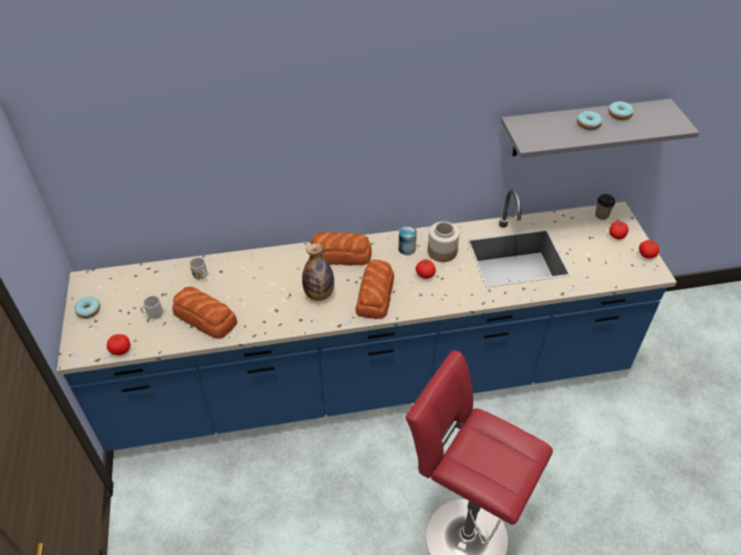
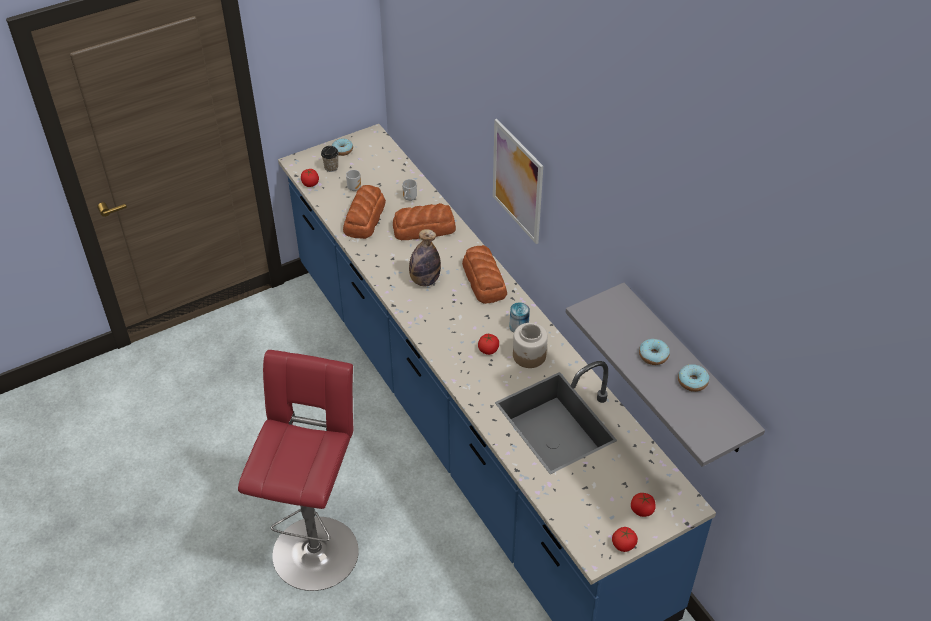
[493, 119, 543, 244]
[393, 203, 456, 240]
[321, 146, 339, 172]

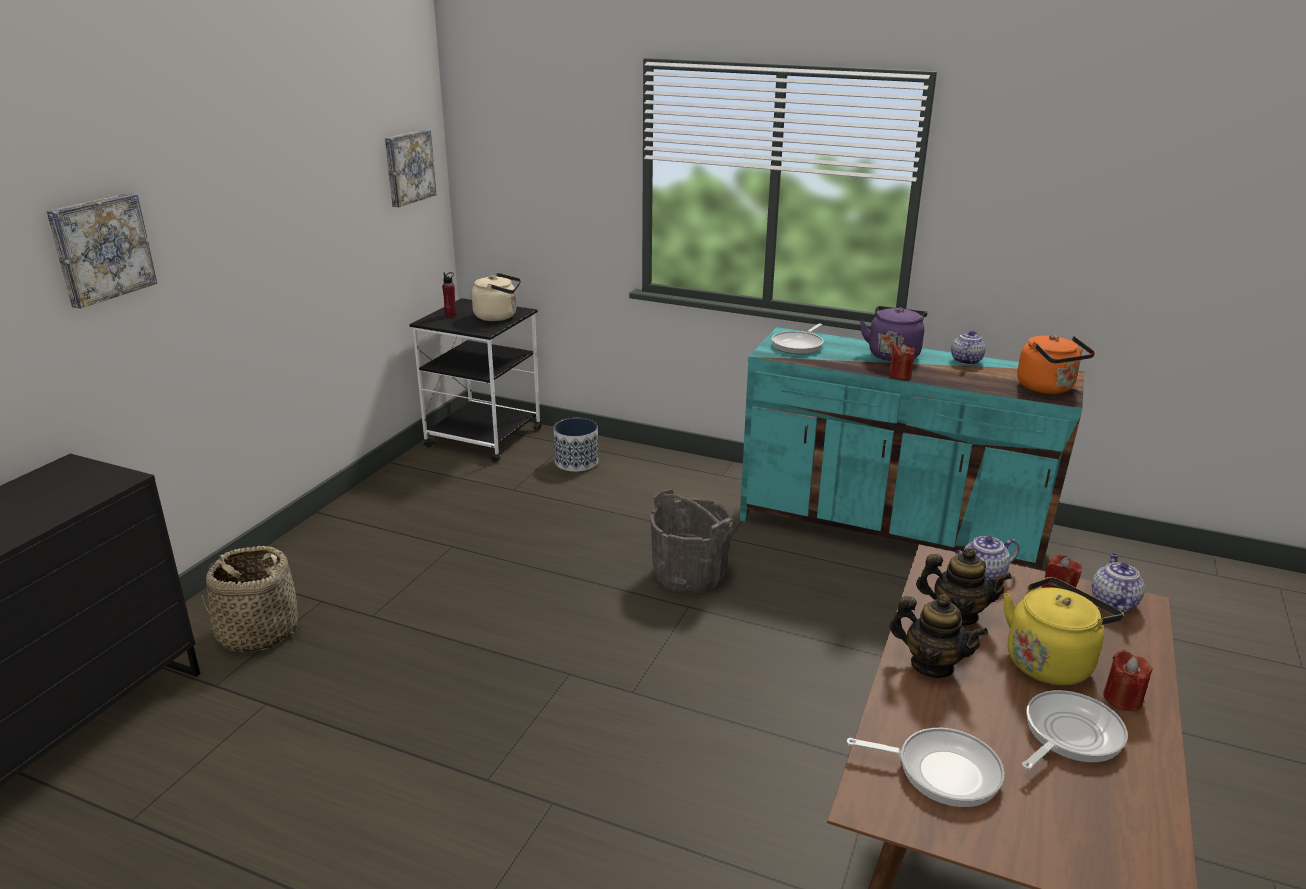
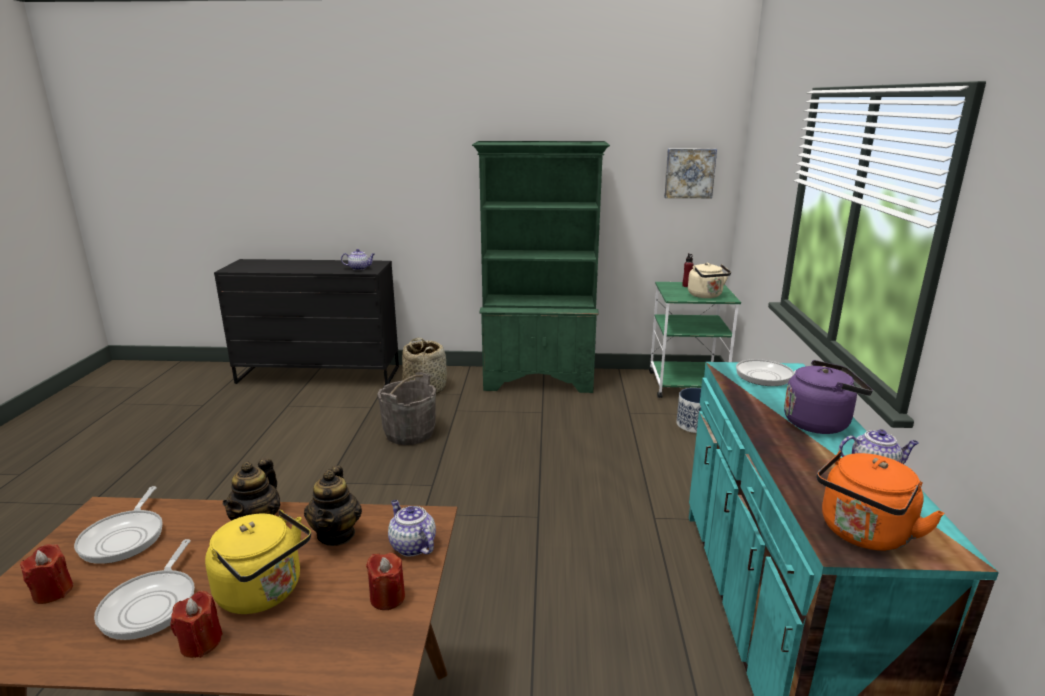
[46, 193, 157, 309] (first image)
[472, 141, 610, 393]
[377, 372, 436, 445]
[20, 544, 73, 604]
[341, 249, 375, 270]
[649, 282, 741, 398]
[94, 539, 195, 640]

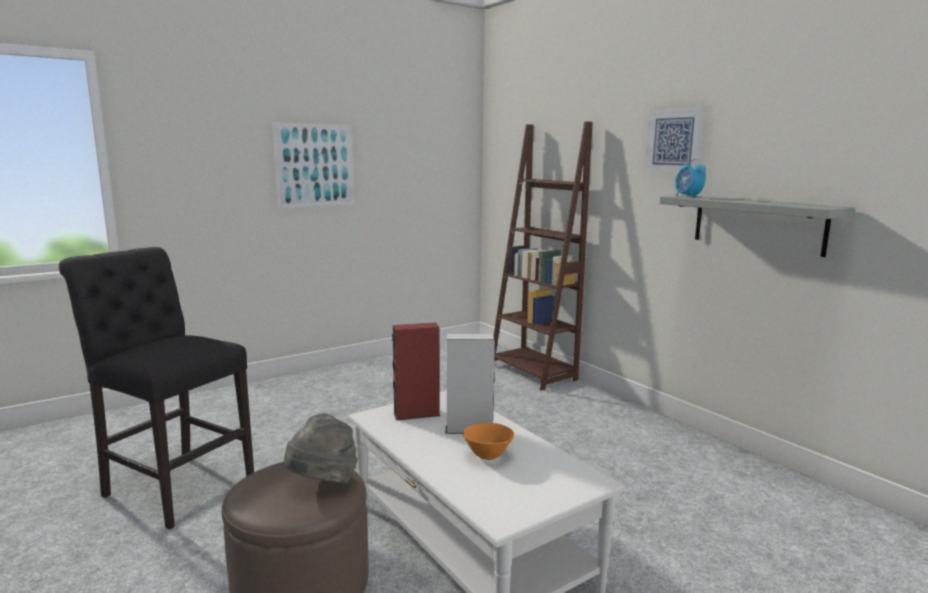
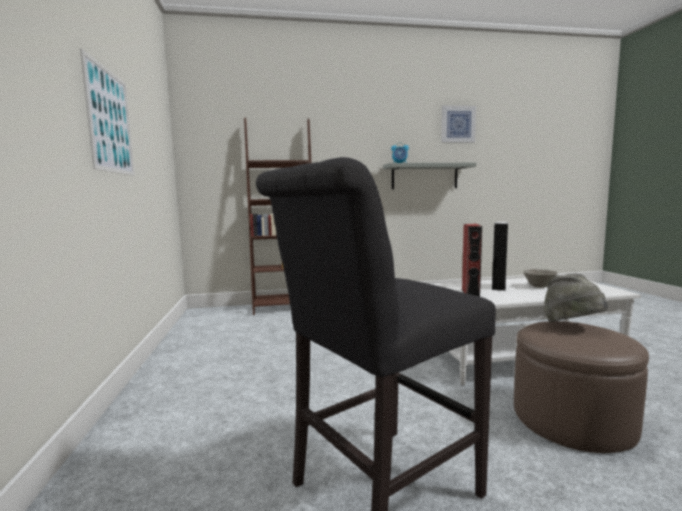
[441, 105, 476, 142]
[523, 269, 558, 288]

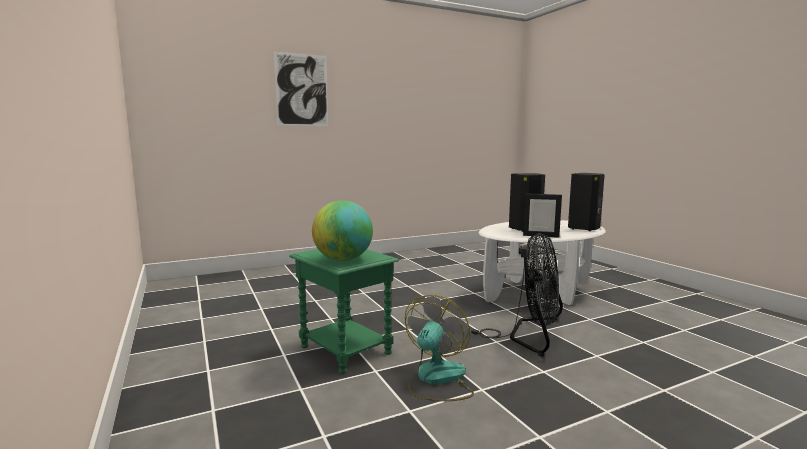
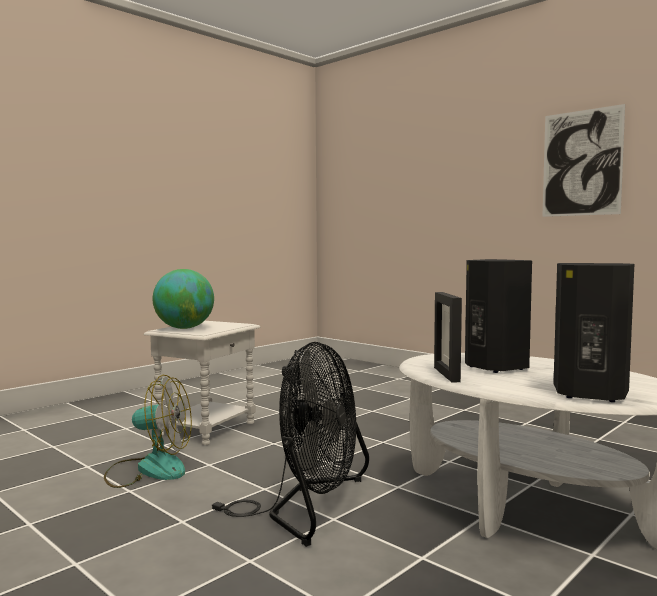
[542, 104, 625, 217]
[143, 321, 260, 445]
[212, 342, 369, 547]

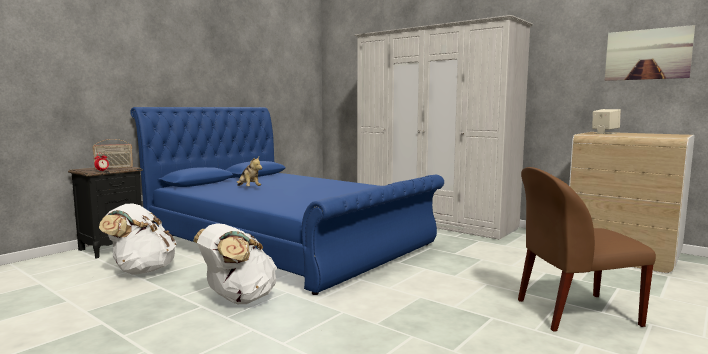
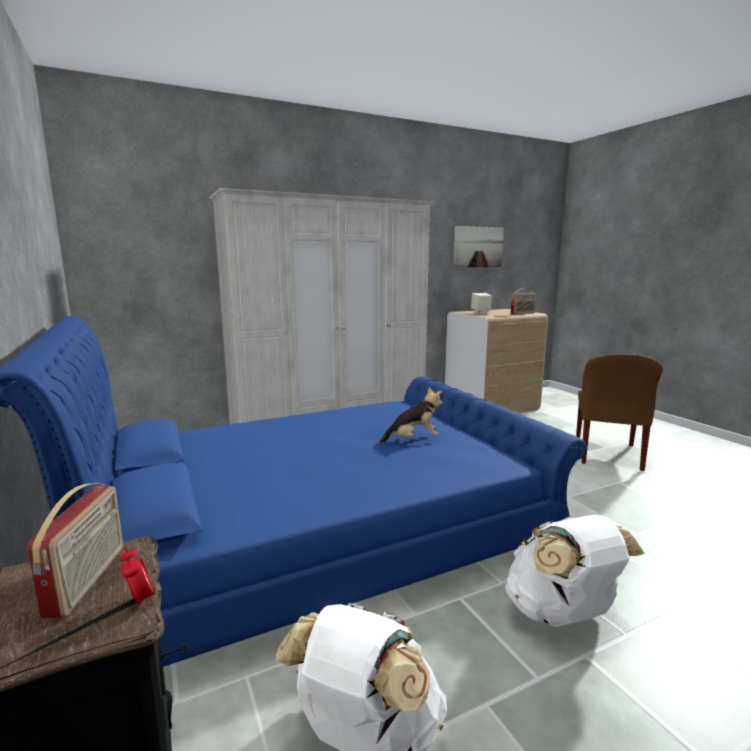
[511, 288, 537, 315]
[379, 387, 442, 443]

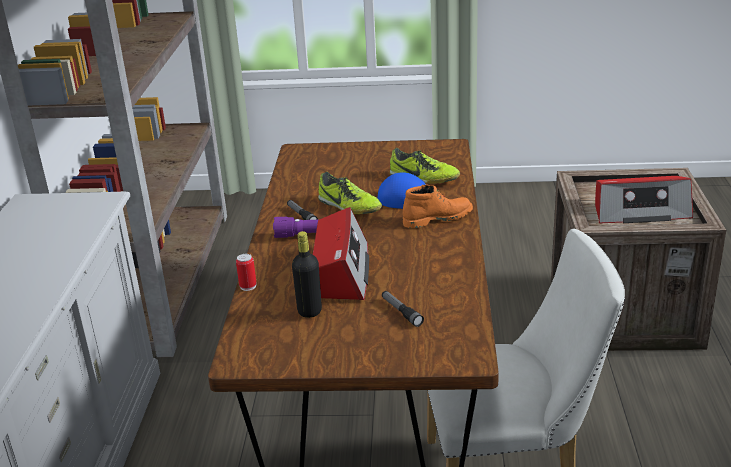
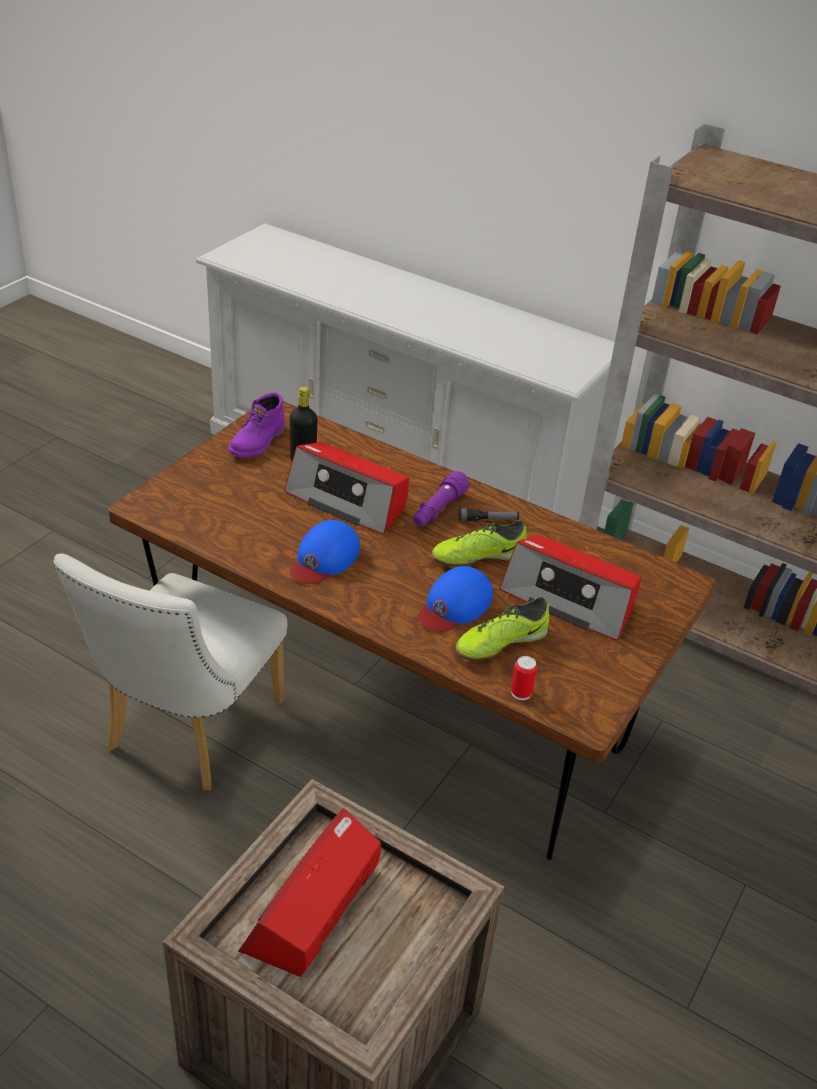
[382, 291, 424, 327] (first image)
[403, 184, 473, 228] (first image)
[228, 393, 285, 458]
[290, 520, 360, 584]
[500, 534, 642, 641]
[511, 656, 537, 700]

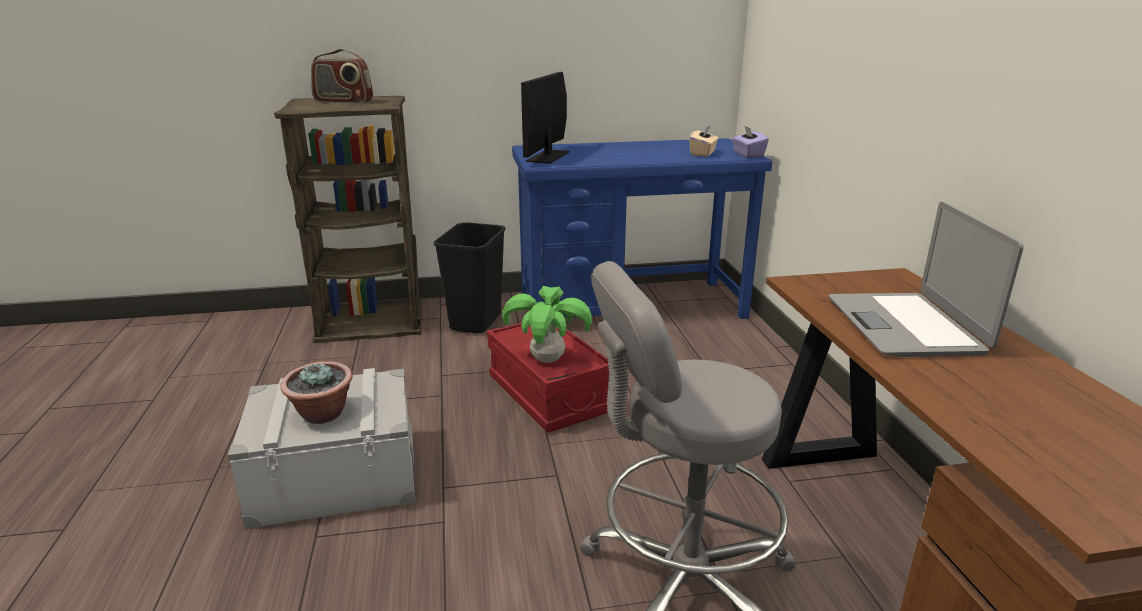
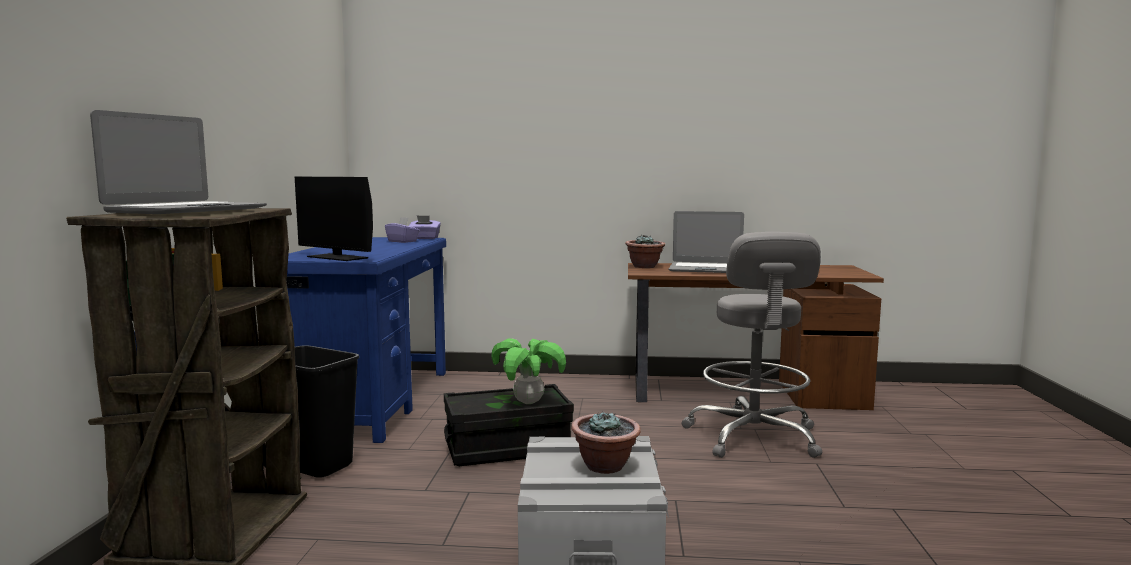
[625, 235, 665, 268]
[90, 110, 267, 214]
[444, 384, 574, 466]
[385, 217, 420, 243]

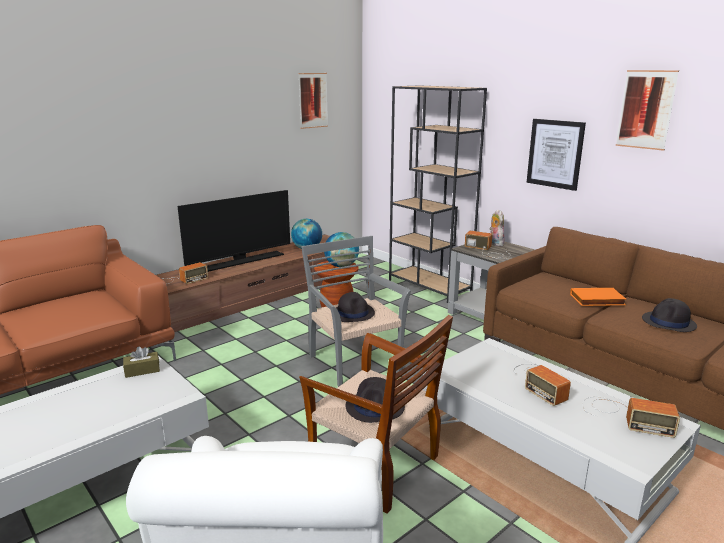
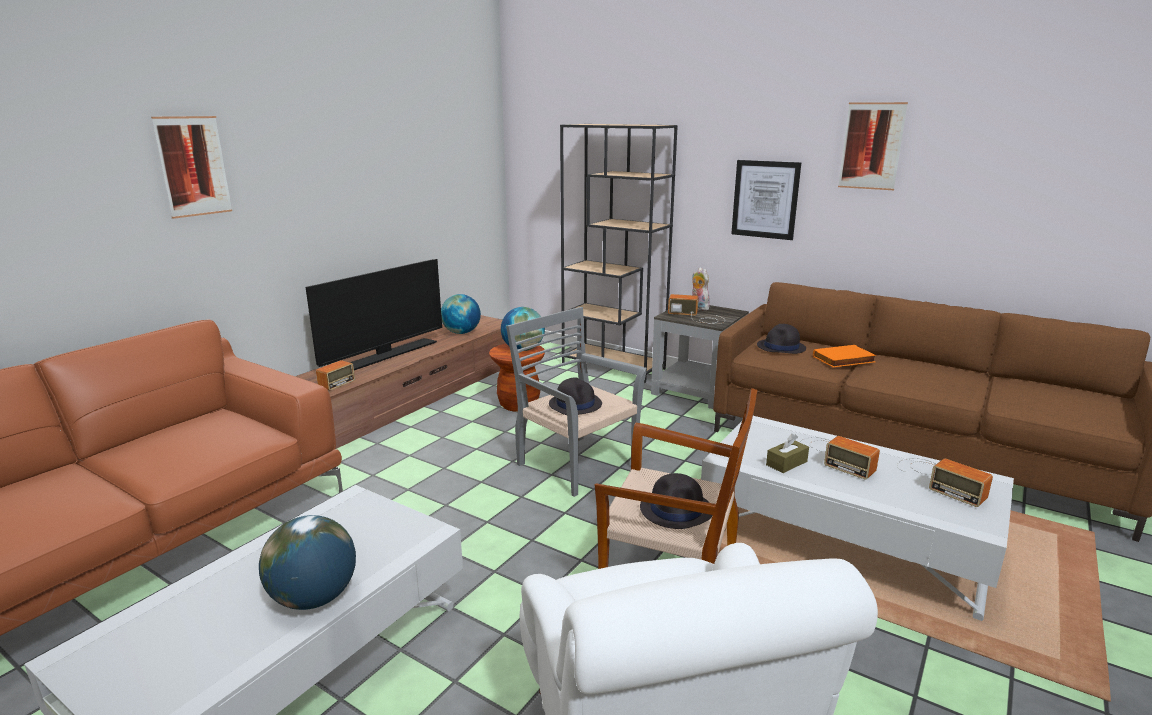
[259, 515, 356, 610]
[766, 434, 809, 473]
[151, 116, 232, 219]
[757, 324, 806, 354]
[897, 458, 993, 507]

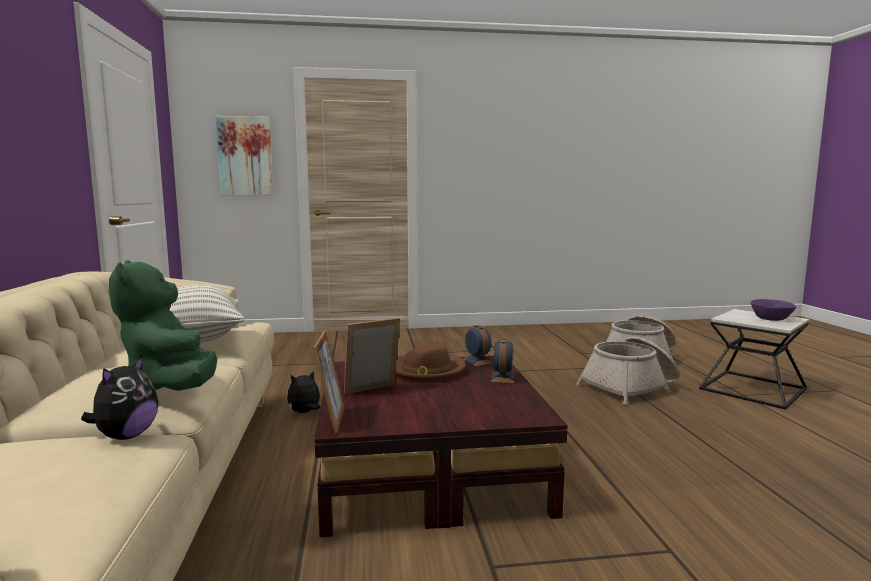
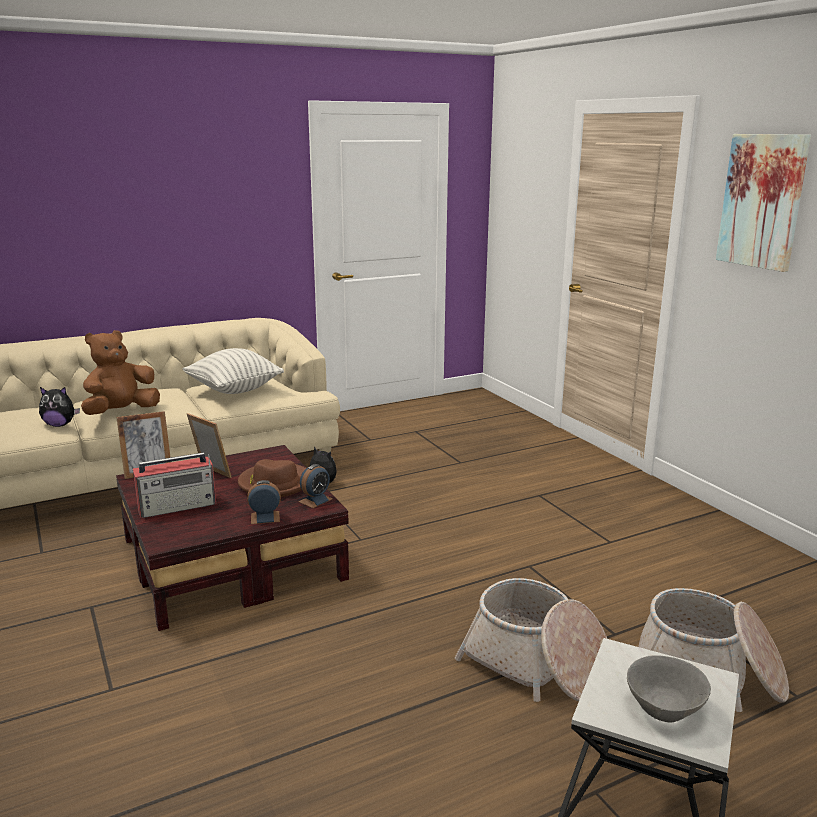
[133, 452, 216, 518]
[716, 134, 811, 272]
[81, 330, 160, 415]
[627, 655, 711, 722]

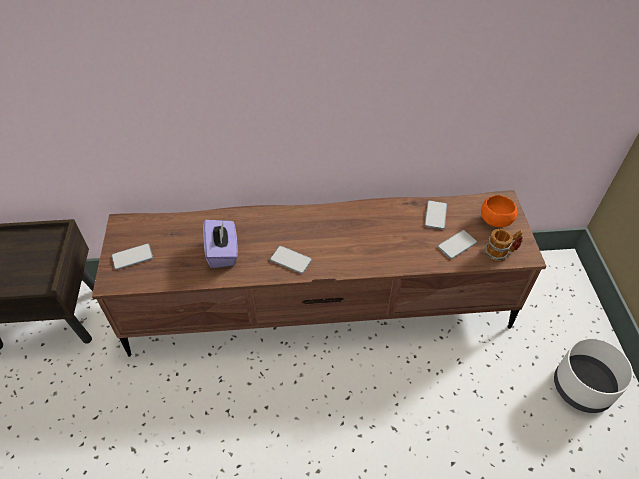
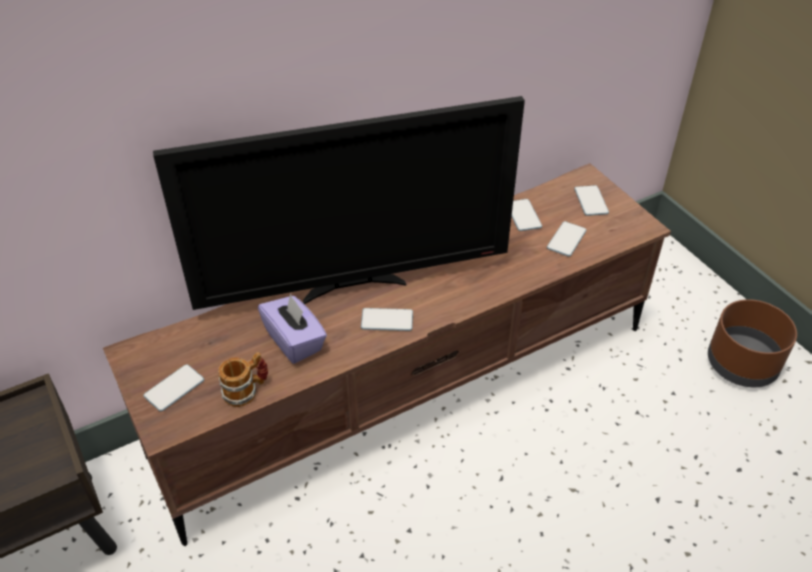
[153, 96, 525, 310]
[218, 352, 268, 407]
[574, 185, 609, 216]
[708, 299, 797, 387]

